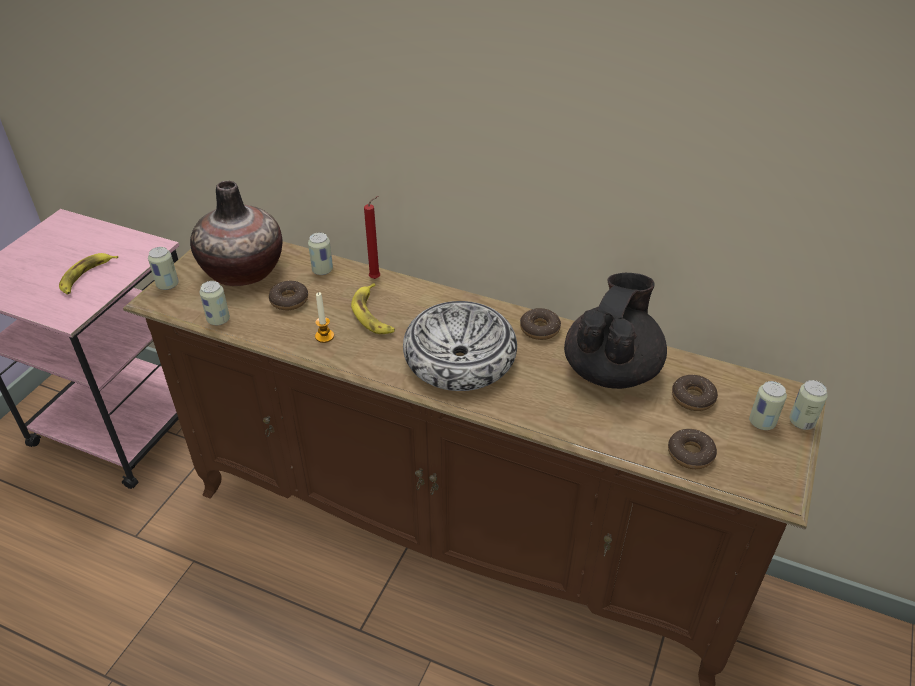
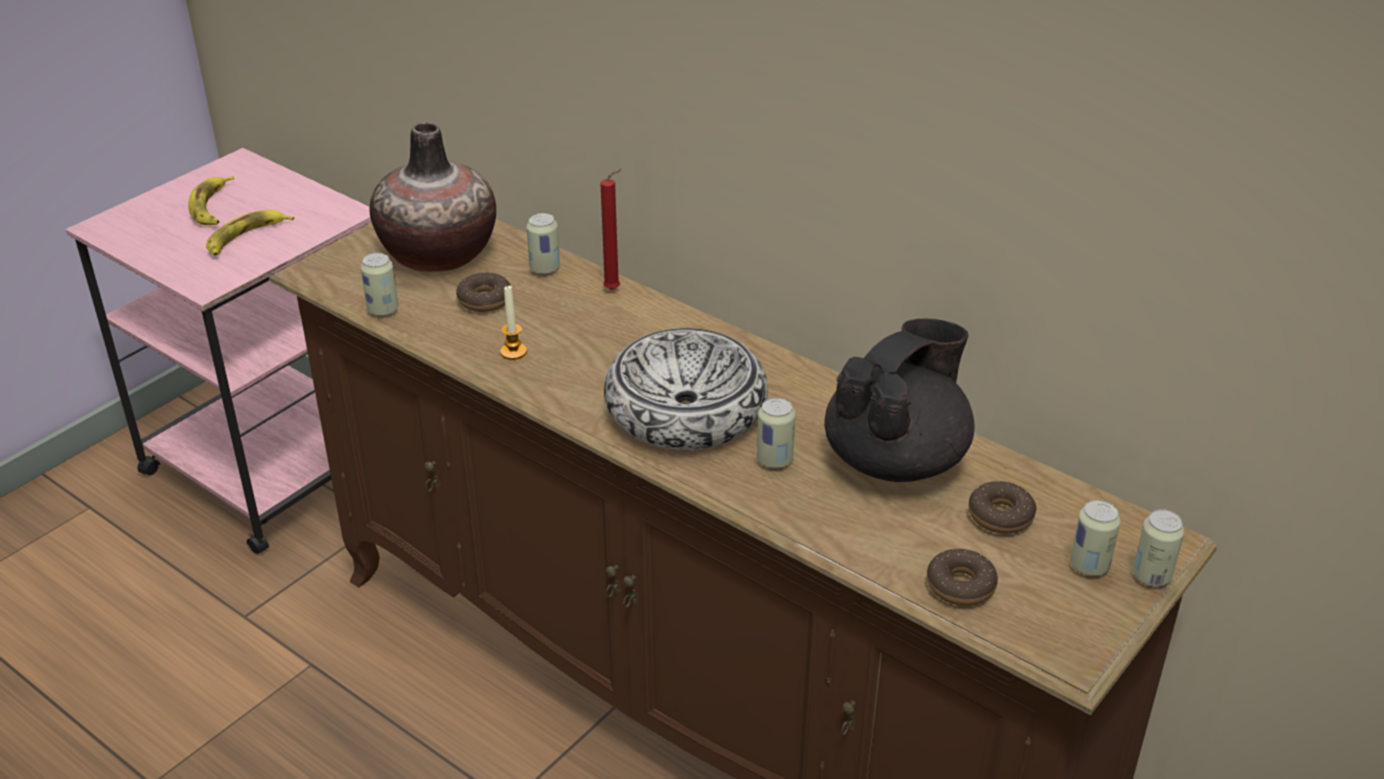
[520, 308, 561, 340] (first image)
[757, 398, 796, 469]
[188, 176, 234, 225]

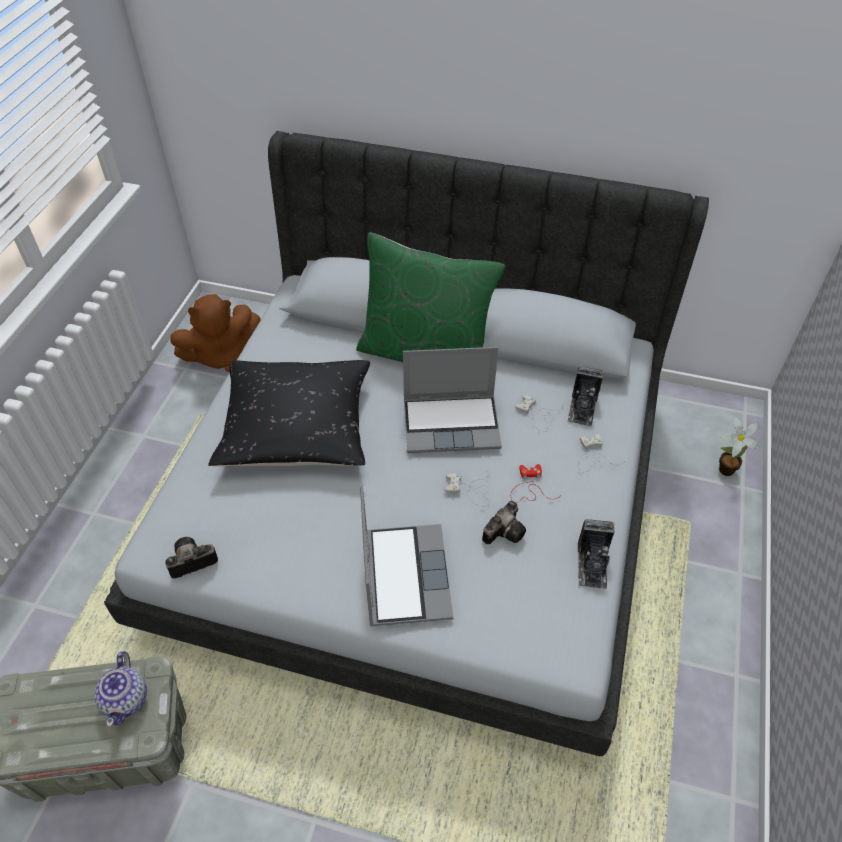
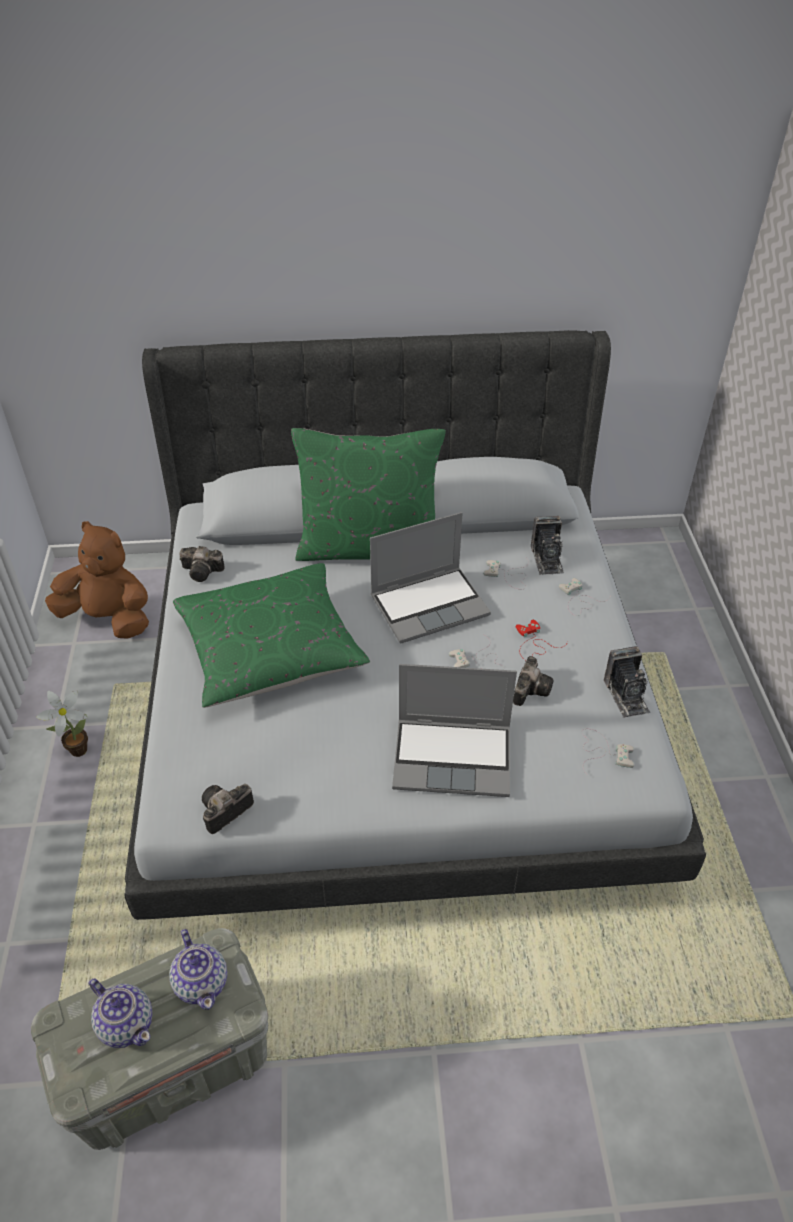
[88, 978, 153, 1048]
[179, 546, 225, 582]
[582, 729, 634, 773]
[36, 690, 88, 757]
[173, 563, 370, 708]
[45, 521, 149, 639]
[392, 664, 517, 797]

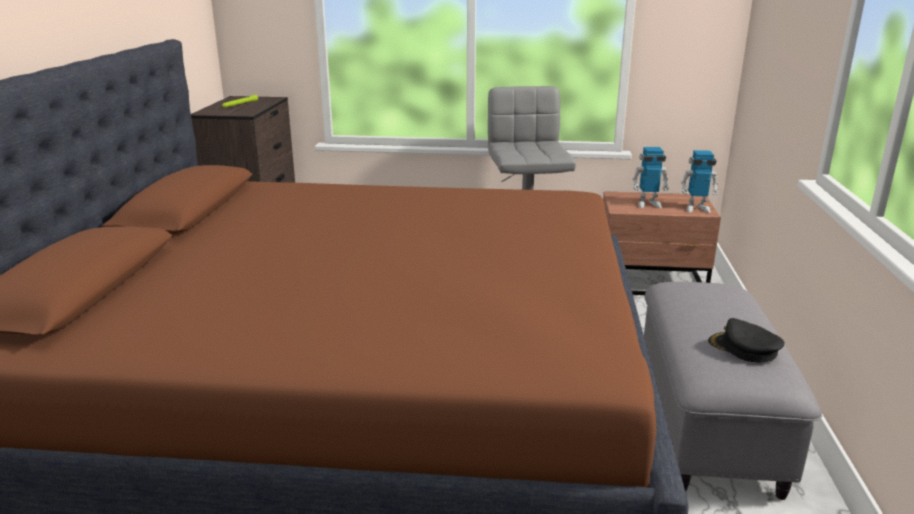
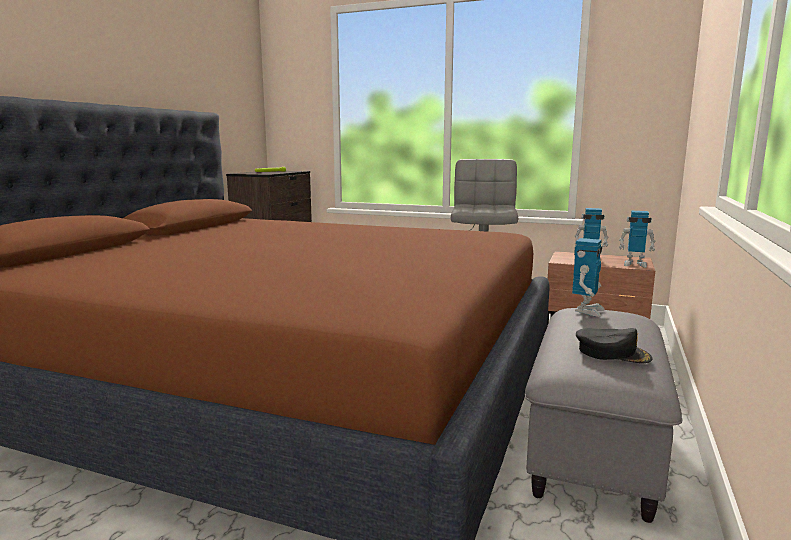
[572, 238, 605, 317]
[576, 328, 653, 363]

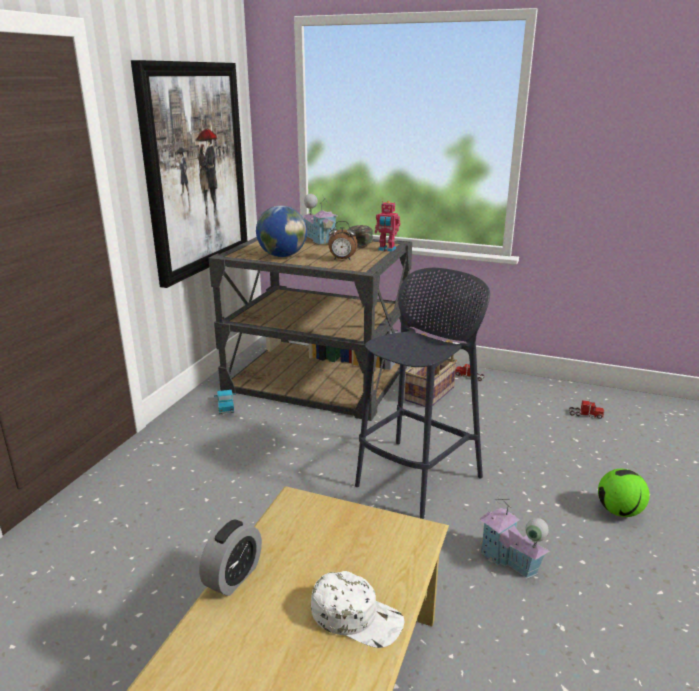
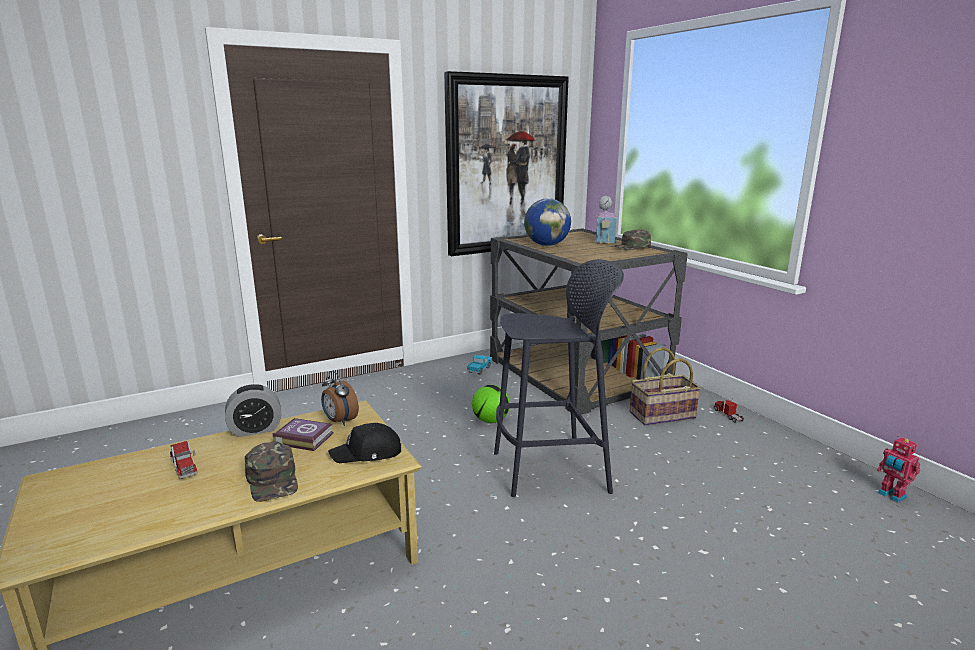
[480, 496, 550, 579] (first image)
[273, 418, 334, 451]
[328, 423, 401, 463]
[321, 371, 359, 426]
[877, 436, 920, 503]
[170, 441, 198, 478]
[472, 385, 510, 423]
[245, 441, 298, 502]

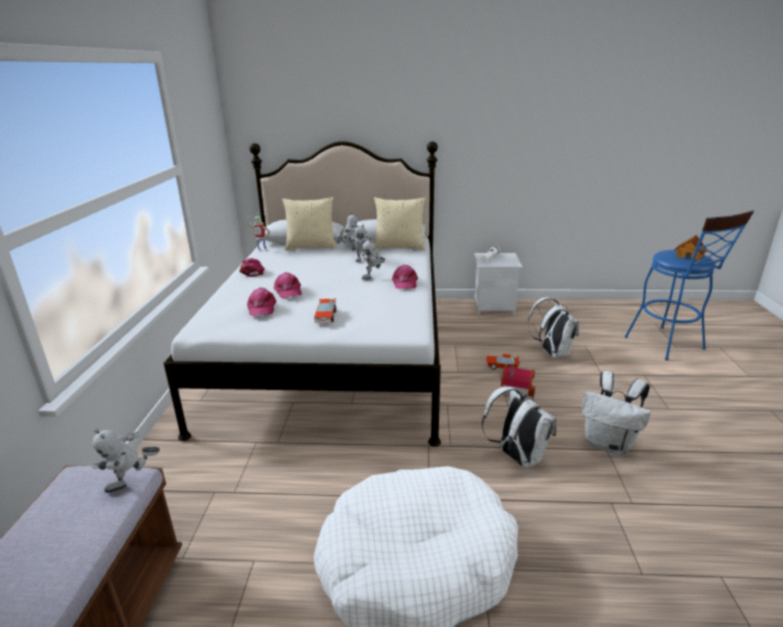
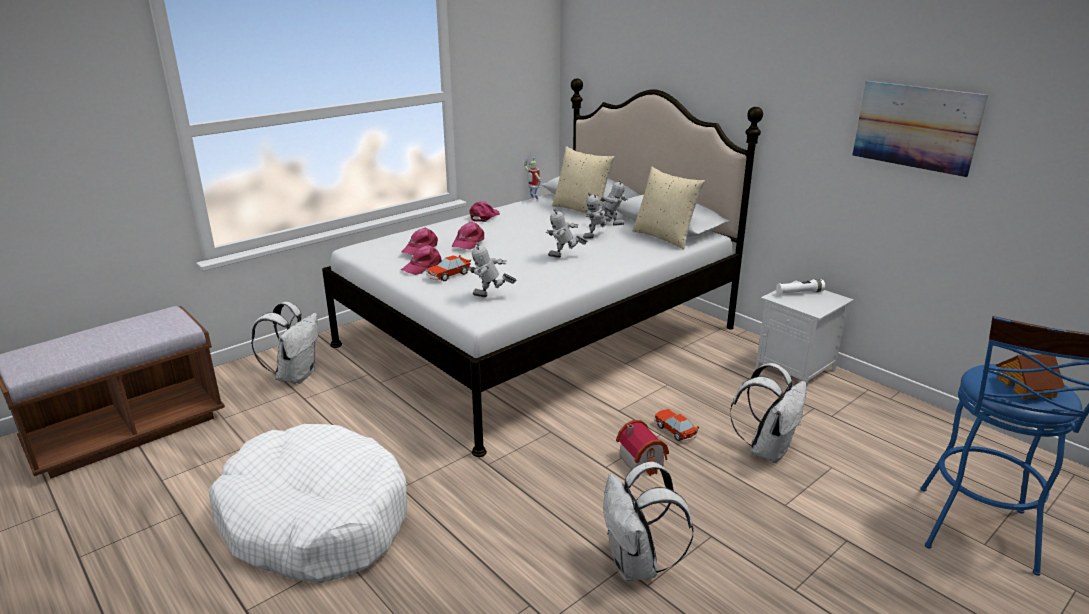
[852, 81, 988, 177]
[467, 242, 516, 297]
[401, 245, 442, 275]
[251, 302, 318, 384]

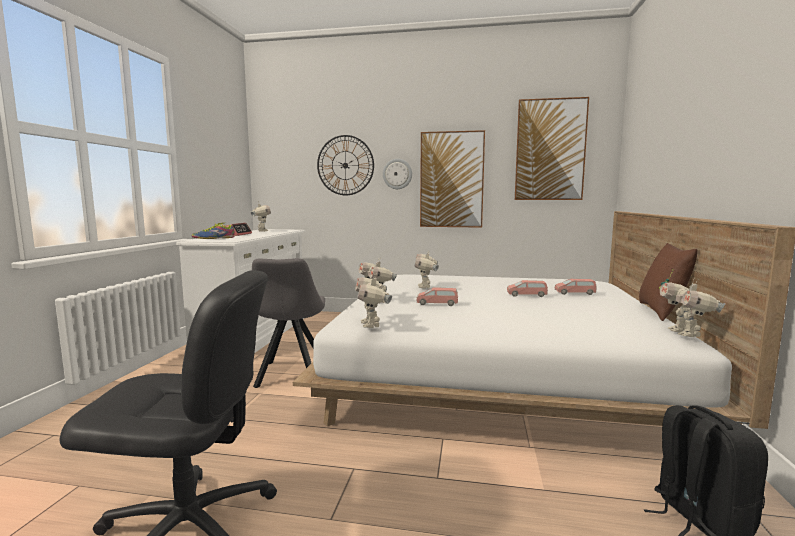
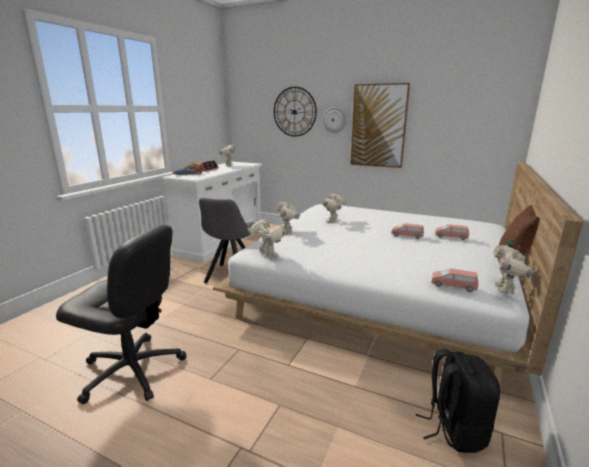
[515, 97, 589, 200] (first image)
[432, 268, 478, 292]
[248, 219, 286, 257]

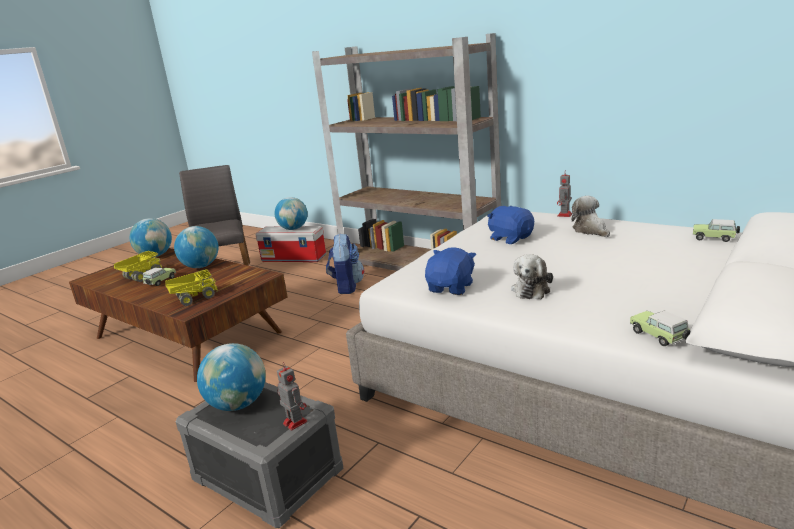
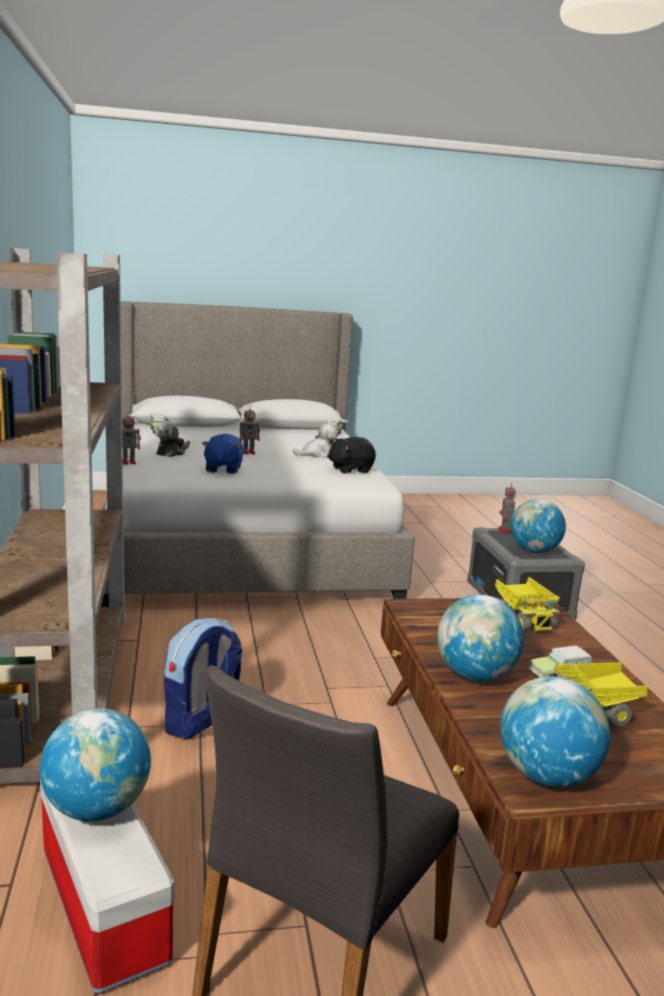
[240, 405, 260, 454]
[327, 437, 376, 473]
[495, 577, 560, 632]

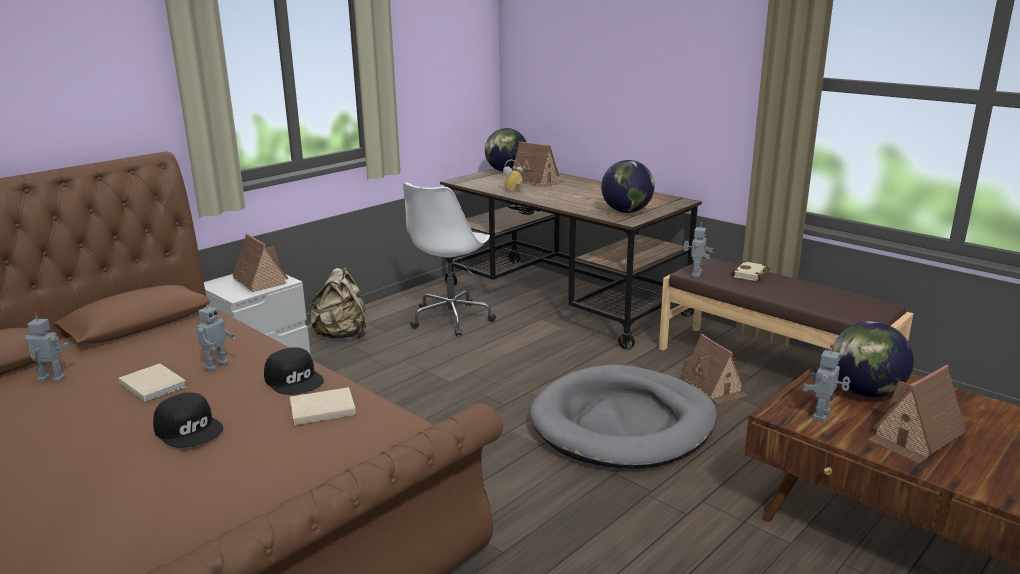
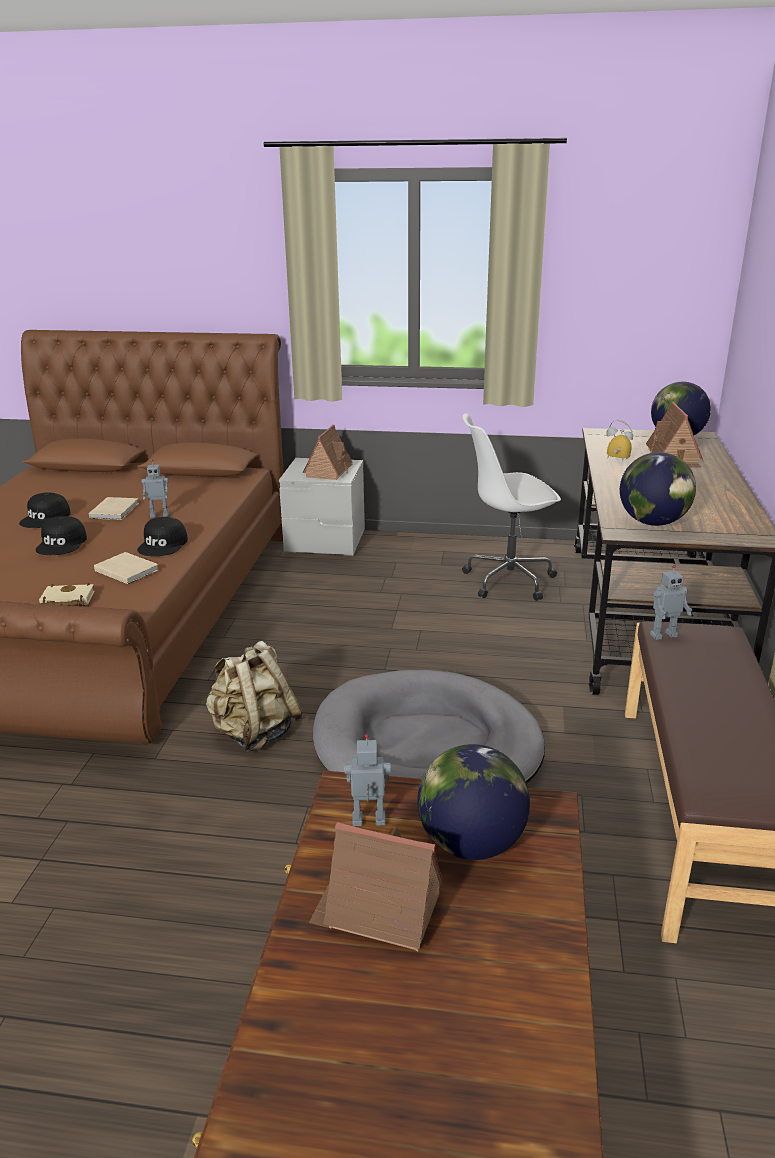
[25, 313, 69, 383] (first image)
[681, 334, 748, 404] (first image)
[19, 492, 71, 528]
[206, 641, 302, 753]
[39, 583, 95, 607]

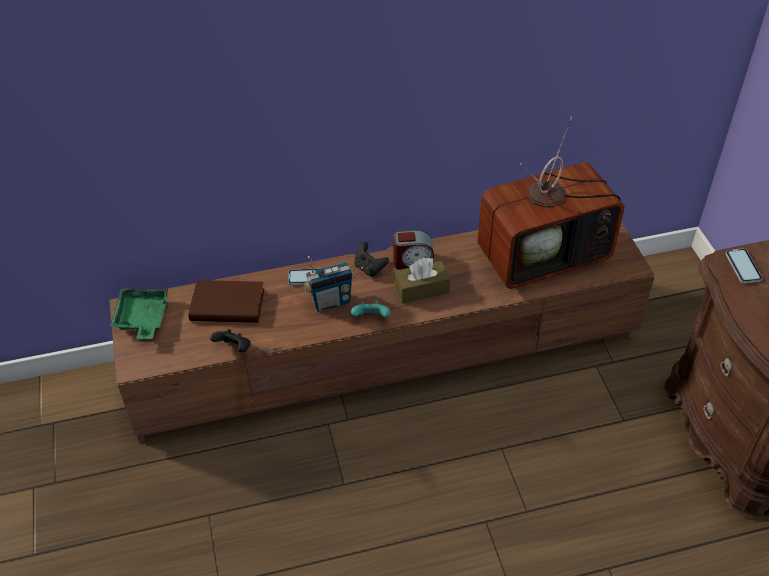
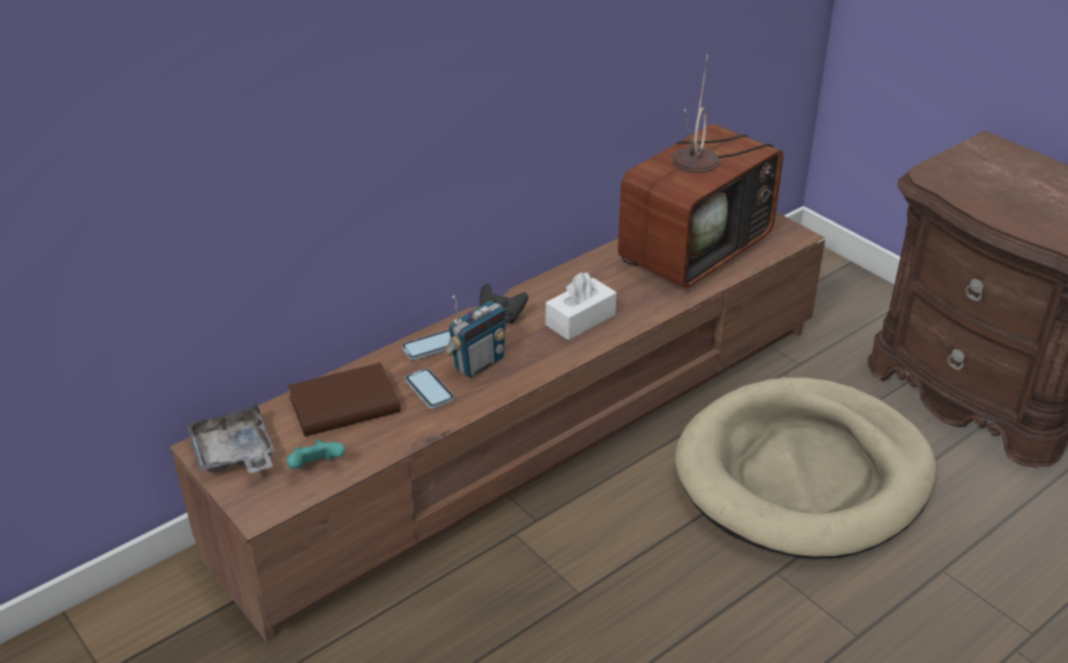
[210, 329, 251, 352] (first image)
[393, 230, 434, 270] (first image)
[675, 377, 936, 559]
[287, 439, 345, 469]
[405, 368, 455, 409]
[186, 401, 274, 474]
[546, 272, 617, 340]

